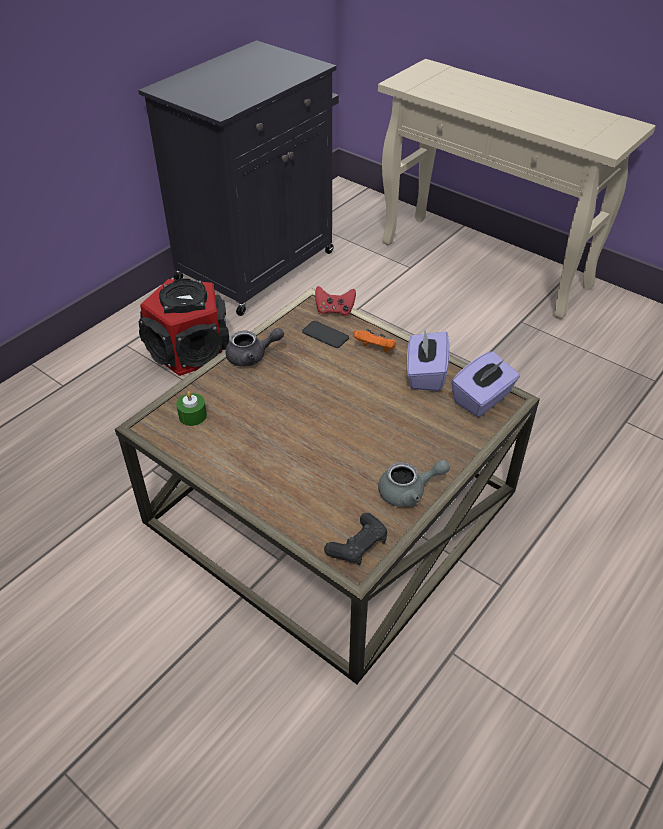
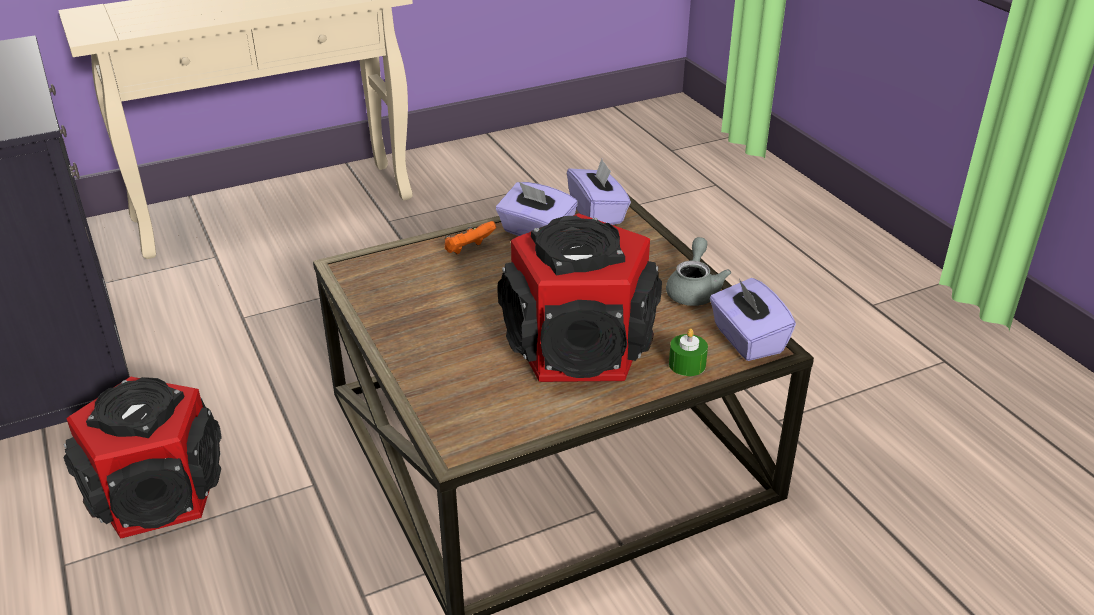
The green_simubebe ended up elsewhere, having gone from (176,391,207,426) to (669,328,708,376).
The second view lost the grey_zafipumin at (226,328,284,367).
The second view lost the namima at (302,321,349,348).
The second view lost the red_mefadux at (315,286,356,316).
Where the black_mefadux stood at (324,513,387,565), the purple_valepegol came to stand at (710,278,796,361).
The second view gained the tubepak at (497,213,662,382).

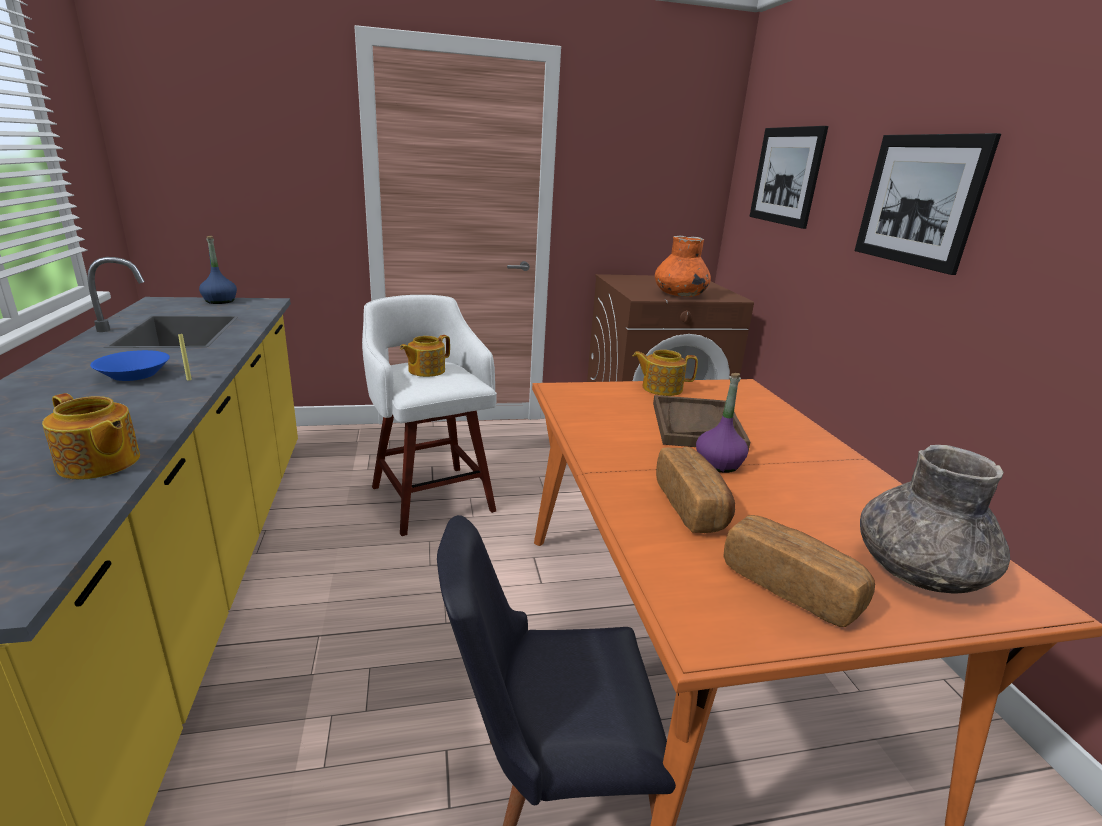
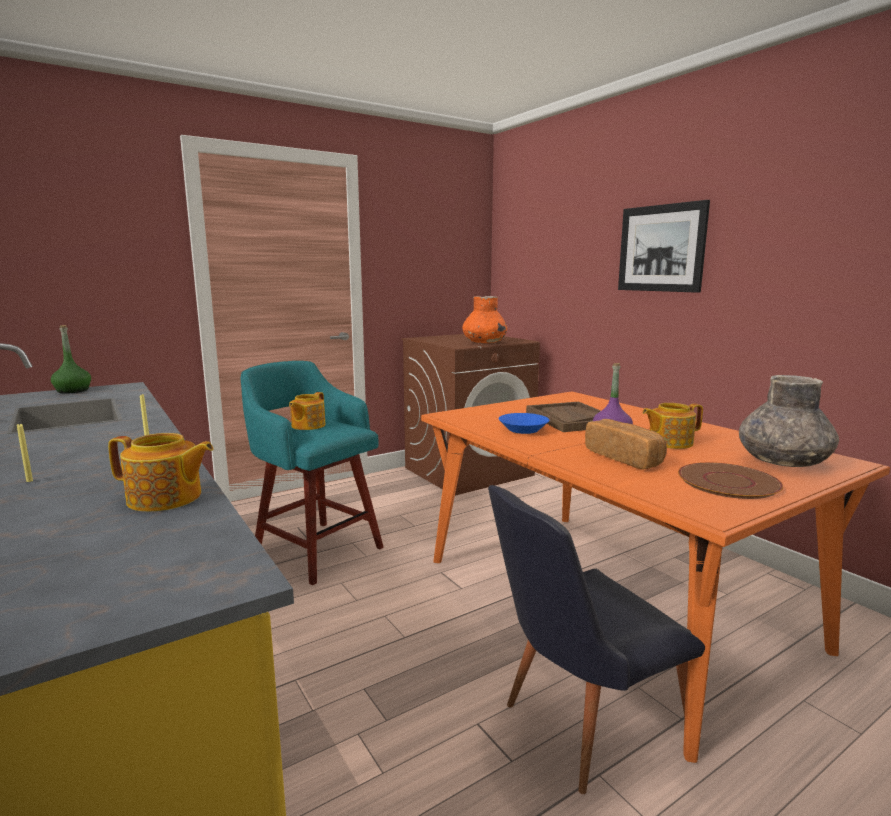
The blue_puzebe ended up elsewhere, having gone from (90,350,170,381) to (499,413,549,434).
What was the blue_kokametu at (199,236,237,304) turned into the green_kokametu at (51,325,91,394).
What was the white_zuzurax at (362,295,497,536) turned into the turquoise_zuzurax at (240,361,384,585).
The zafipumin ended up elsewhere, having gone from (633,350,698,396) to (642,403,703,449).
Where the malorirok stood at (723,515,875,627), the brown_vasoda came to stand at (678,462,783,499).
The second view lost the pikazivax at (749,126,828,229).
The second view gained the yellow_simubebe at (17,423,33,482).

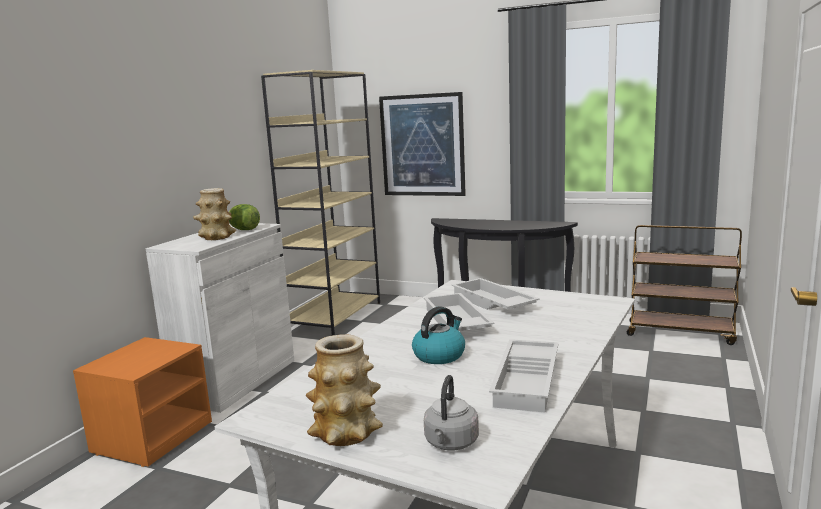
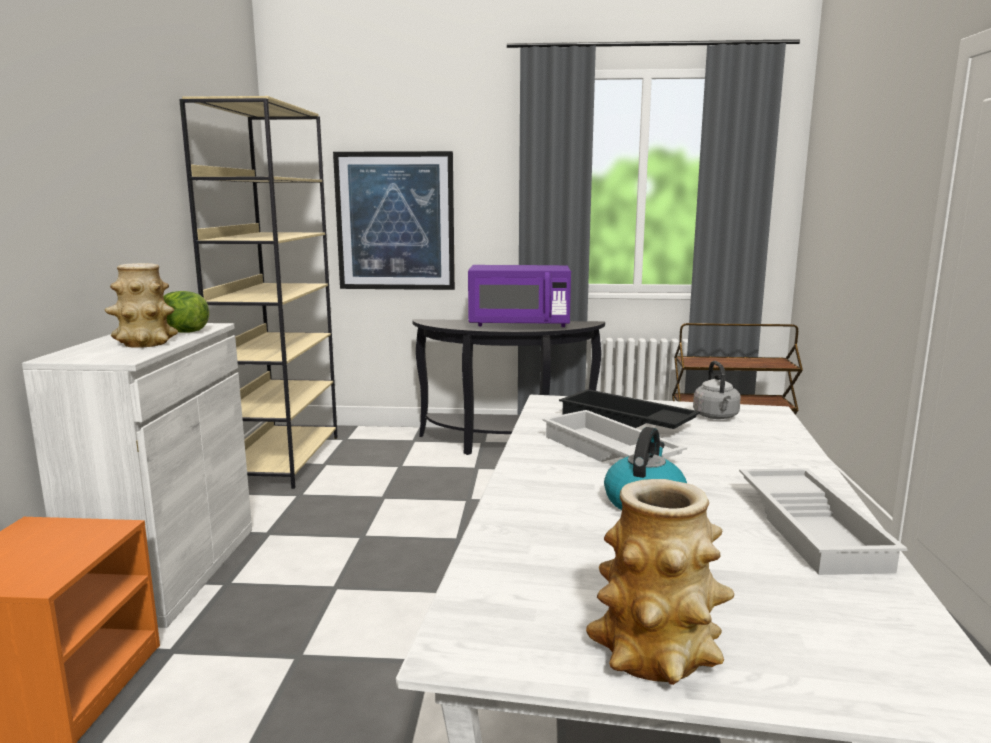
The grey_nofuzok ended up elsewhere, having gone from (424,375,479,451) to (693,361,741,419).
What was the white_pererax at (451,278,540,310) turned into the black_pererax at (559,389,700,429).
The second view gained the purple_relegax at (468,265,571,327).

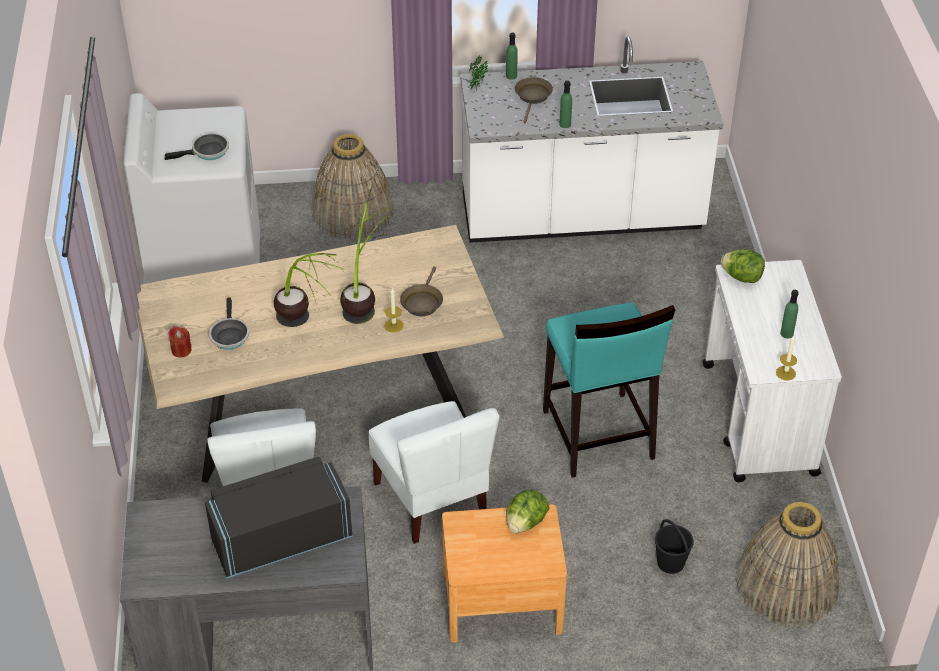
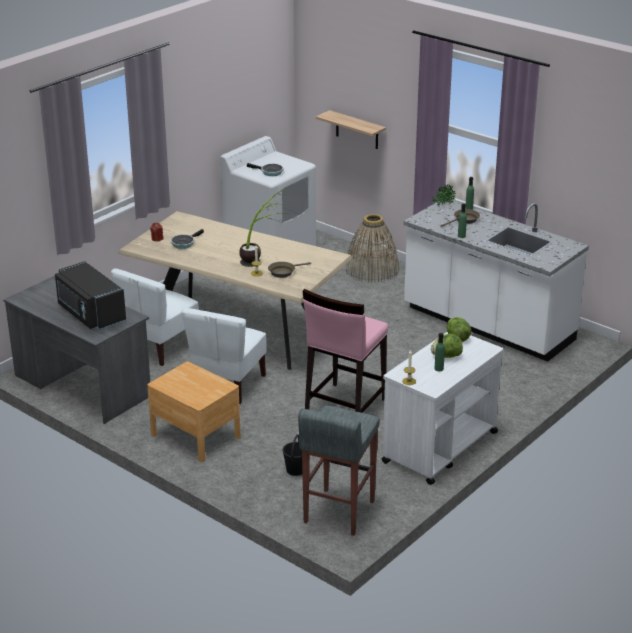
The black_relegax at (205,457,352,578) ended up facing another way, 150 degrees counterclockwise from before.
The second view lost the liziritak at (274,253,346,327).
The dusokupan ended up elsewhere, having gone from (506,489,550,533) to (431,334,463,358).
What was the turquoise_zuzurax at (543,302,675,478) turned into the pink_zuzurax at (302,289,388,413).
Where the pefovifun stood at (735,502,839,627), the grey_zuzurax came to stand at (298,406,380,536).
The second view gained the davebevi at (316,110,386,149).

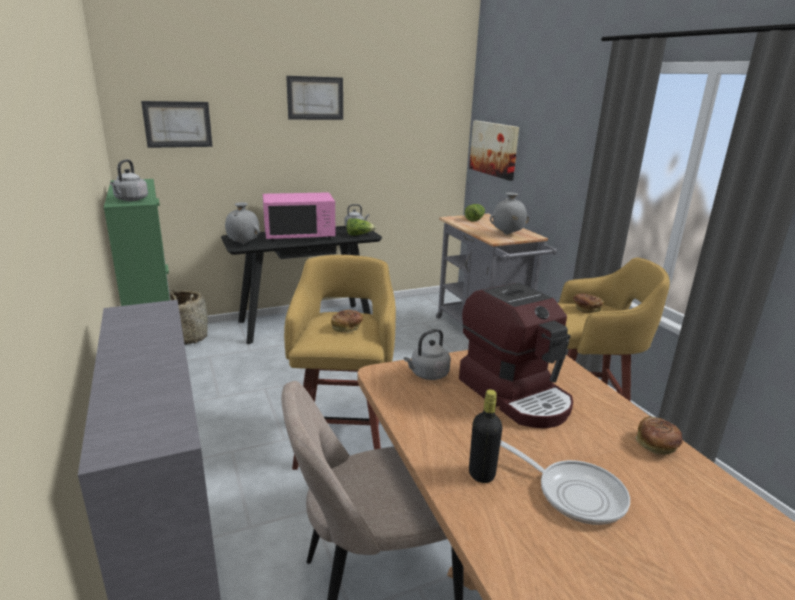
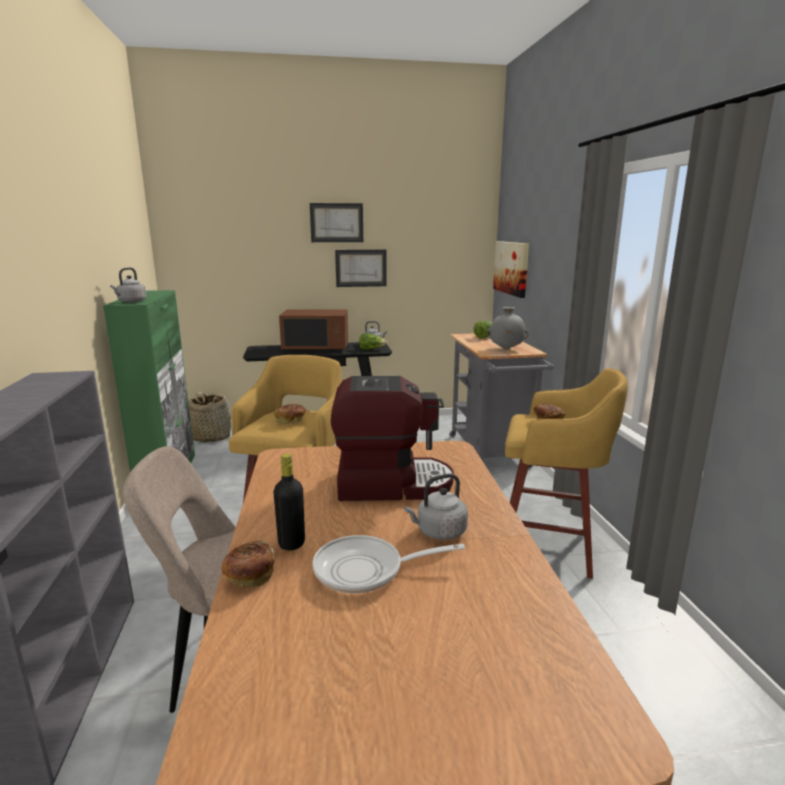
The pikazivax ended up elsewhere, having gone from (141,101,213,148) to (335,250,387,287).
The second view lost the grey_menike at (225,202,260,244).
What was the pink_relegax at (263,192,336,242) turned into the brown_relegax at (279,309,348,352).
The grey_nofuzok ended up elsewhere, having gone from (404,329,451,380) to (404,473,468,540).
The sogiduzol at (459,282,573,428) ended up facing another way, 75 degrees counterclockwise from before.
The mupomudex at (500,440,630,525) ended up facing another way, 120 degrees clockwise from before.
The malorirok ended up elsewhere, having gone from (636,416,682,455) to (222,540,275,588).

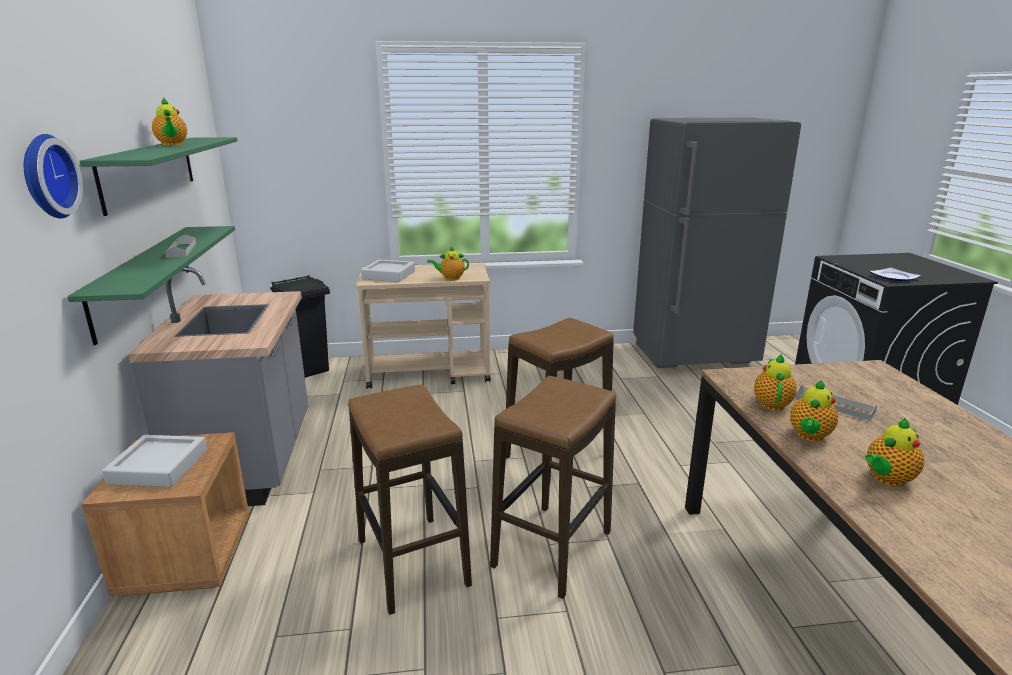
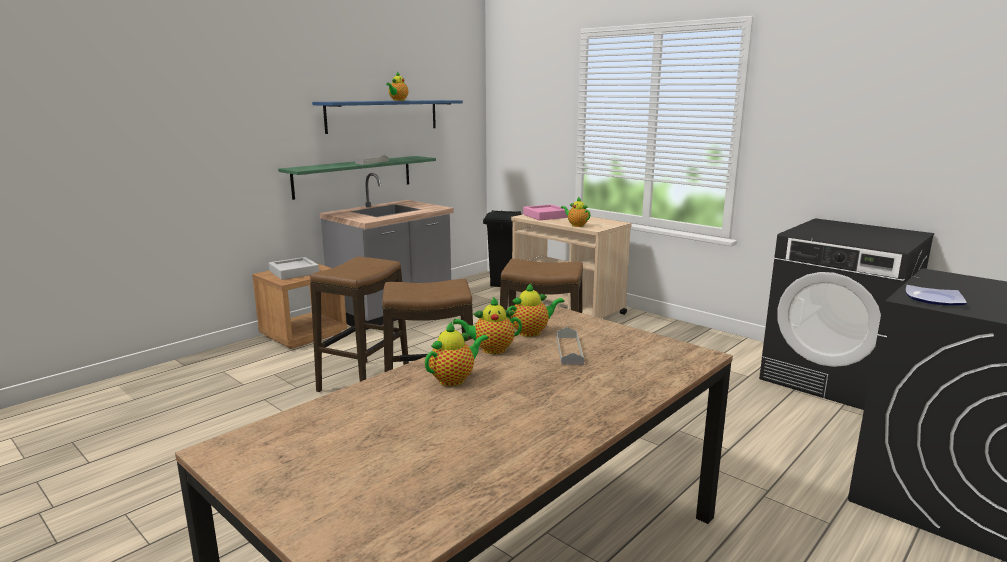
The second view lost the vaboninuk at (24,134,83,219).
What was the green_davebevi at (80,137,238,216) turned into the blue_davebevi at (312,100,463,134).
What was the grey_pererax at (361,260,415,282) turned into the pink_pererax at (523,204,568,220).
Where the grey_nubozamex stood at (633,118,801,368), the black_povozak came to stand at (759,218,934,410).
The zafipumin at (865,418,924,487) ended up facing another way, 120 degrees clockwise from before.

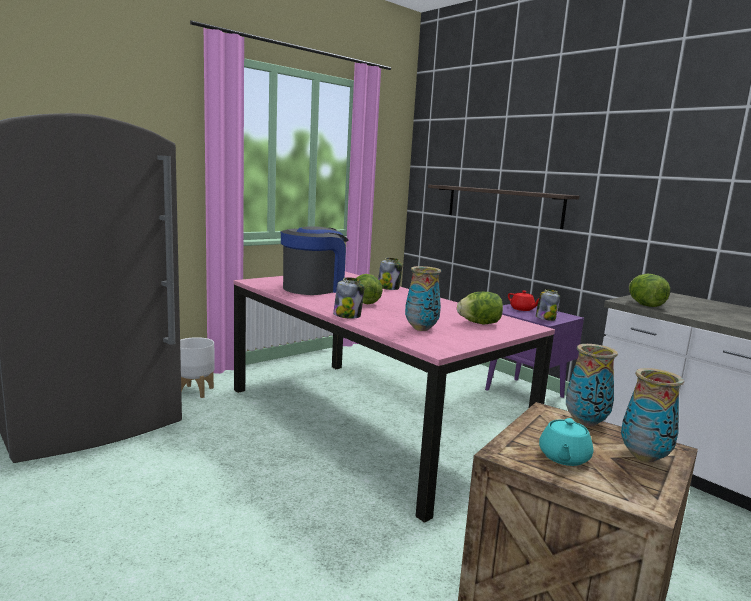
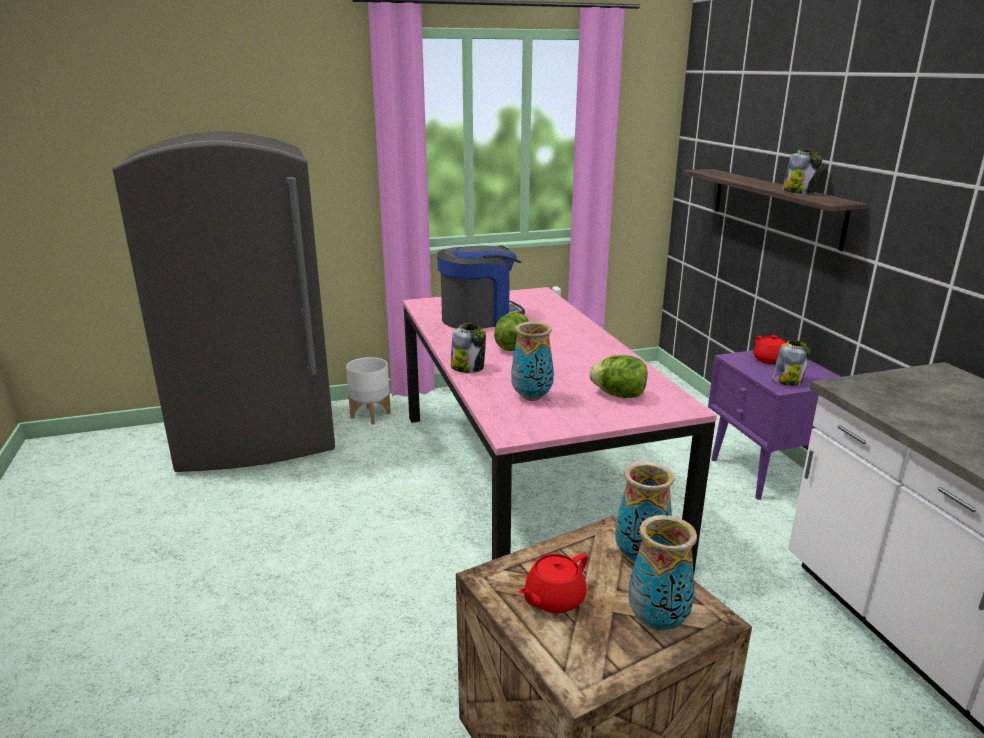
The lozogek ended up elsewhere, having gone from (378,258,403,290) to (782,150,822,194).
What was the turquoise_zafipumin at (539,418,593,466) turned into the red_zafipumin at (519,553,588,613).
The second view lost the dusokupan at (629,274,670,307).

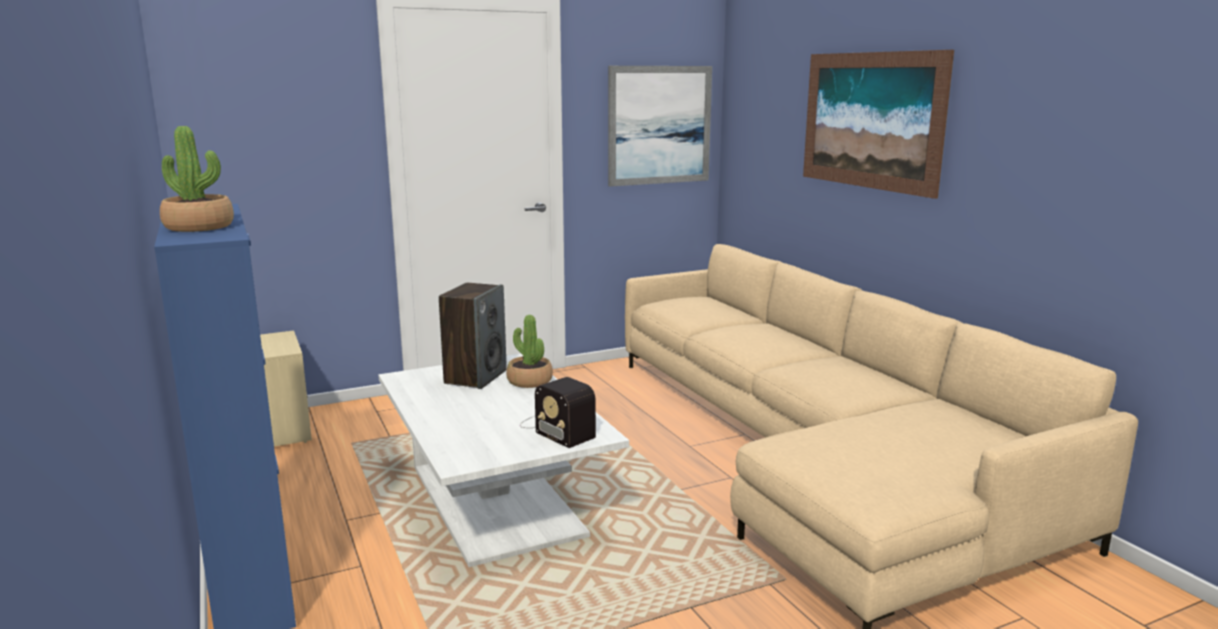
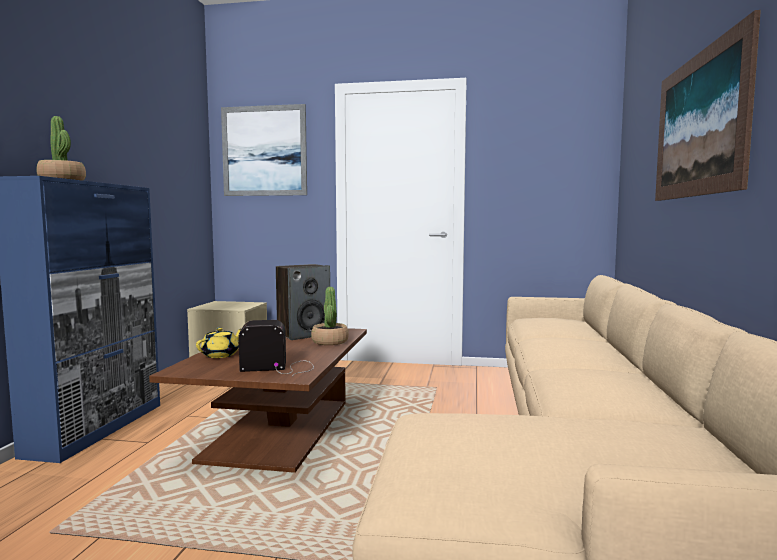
What was the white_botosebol at (378,354,629,567) turned into the brown_botosebol at (149,328,367,473).
The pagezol at (520,377,596,448) ended up facing another way, 90 degrees clockwise from before.
The pikazivax ended up elsewhere, having gone from (608,66,712,187) to (221,104,307,196).
The second view gained the yellow_zafipumin at (196,327,241,358).

